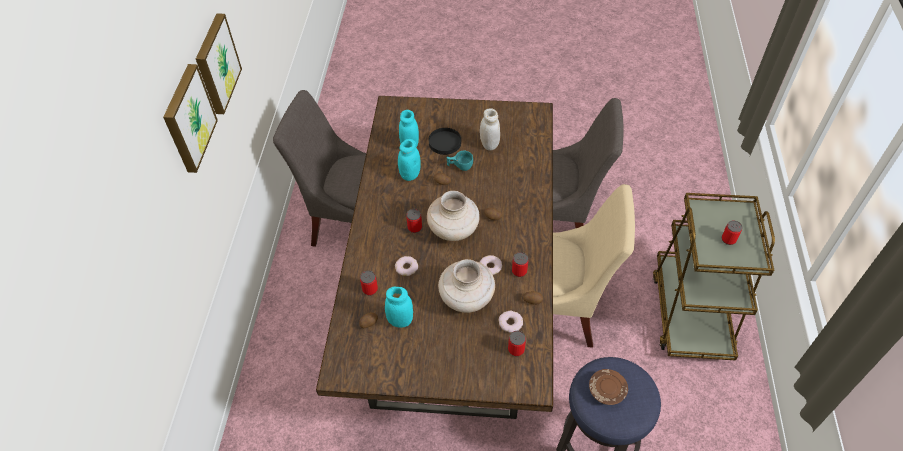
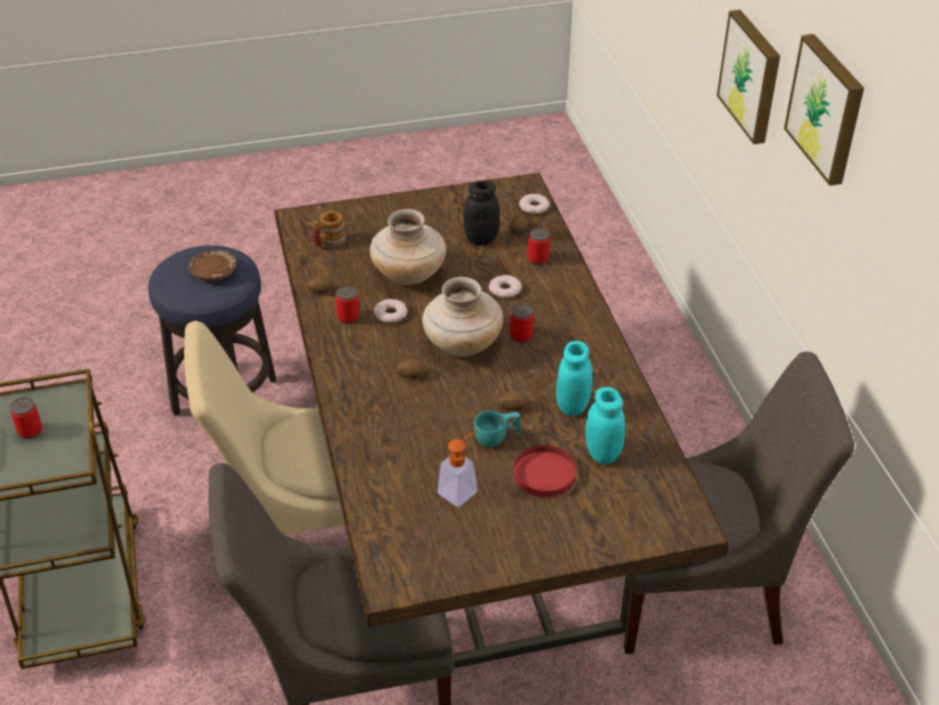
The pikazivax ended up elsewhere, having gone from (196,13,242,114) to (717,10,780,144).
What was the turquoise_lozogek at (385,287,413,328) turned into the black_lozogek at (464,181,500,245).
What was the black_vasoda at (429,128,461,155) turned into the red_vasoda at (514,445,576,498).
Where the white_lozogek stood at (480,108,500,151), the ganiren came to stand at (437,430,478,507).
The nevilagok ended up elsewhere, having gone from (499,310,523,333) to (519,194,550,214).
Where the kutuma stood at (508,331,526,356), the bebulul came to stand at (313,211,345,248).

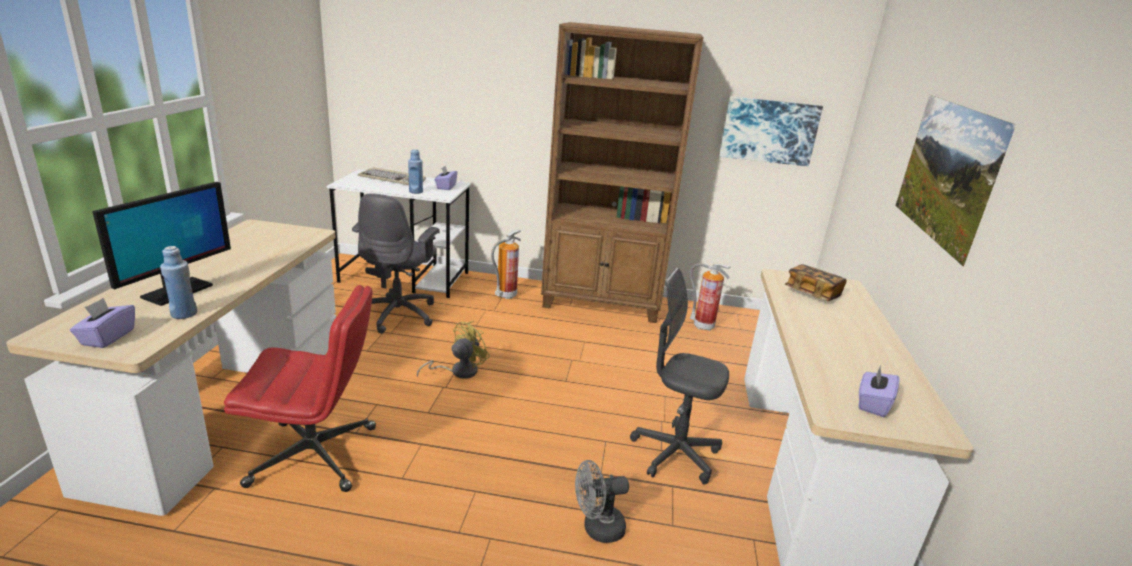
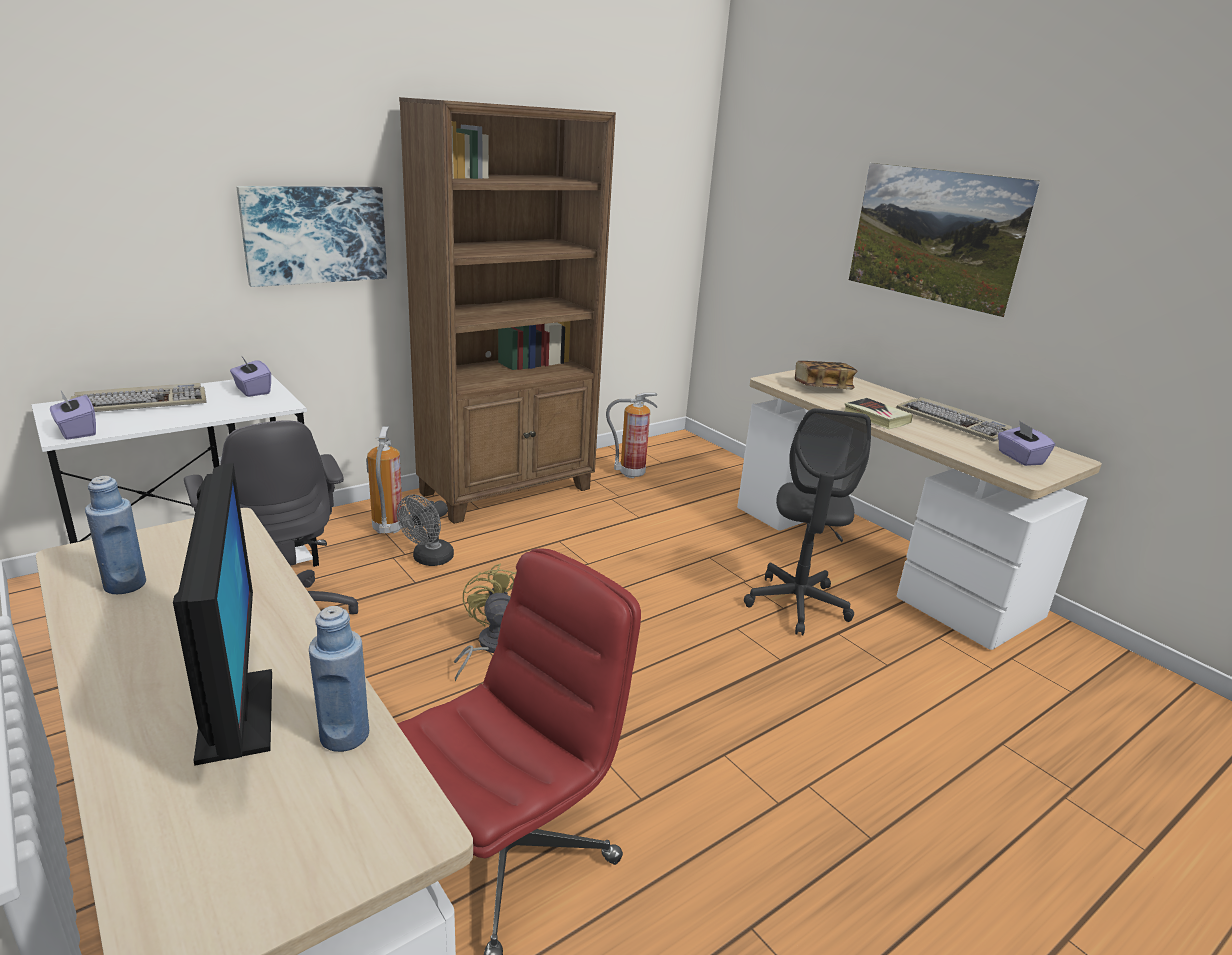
The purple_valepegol ended up elsewhere, having gone from (70,298,135,348) to (50,391,96,440).
The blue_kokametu ended up elsewhere, having gone from (408,149,423,194) to (85,476,146,594).
The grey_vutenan ended up elsewhere, having gone from (575,460,629,543) to (397,495,454,566).
The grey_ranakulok at (630,268,729,485) ended up facing another way, 60 degrees counterclockwise from before.
The pikazivax ended up elsewhere, having gone from (719,96,823,167) to (236,186,387,287).
The second view gained the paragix at (845,398,913,429).
The second view gained the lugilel at (896,397,1012,441).

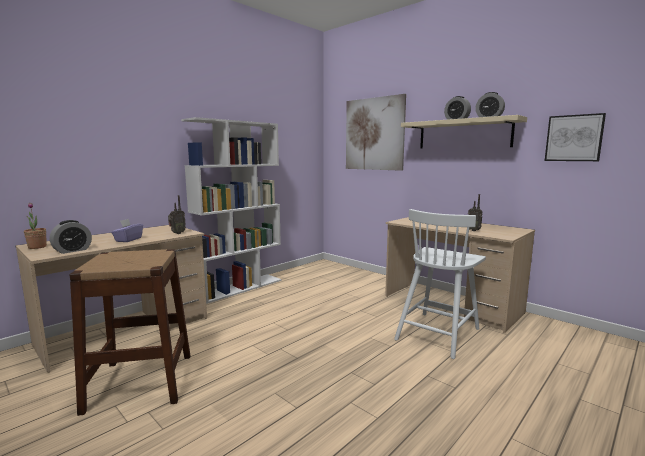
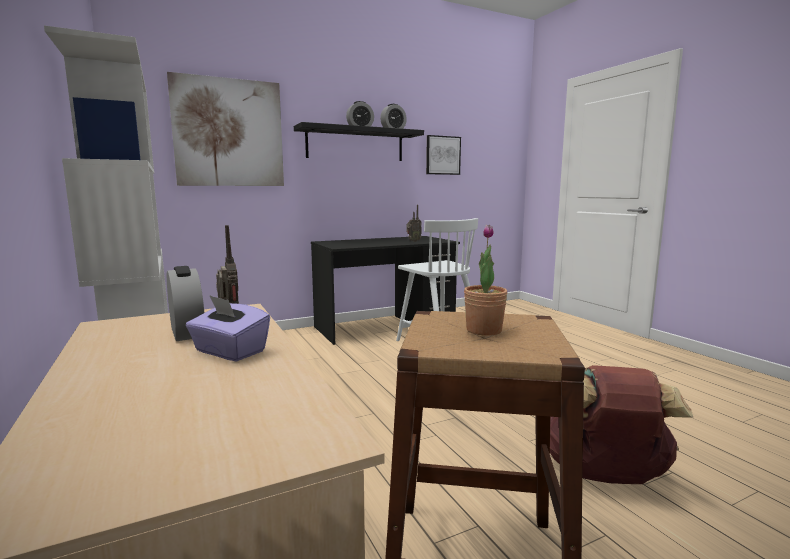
The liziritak ended up elsewhere, having gone from (24,203,47,249) to (464,225,508,336).
The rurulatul ended up elsewhere, having gone from (50,220,92,254) to (167,266,204,341).
What was the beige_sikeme at (385,217,535,333) turned into the black_sikeme at (311,236,460,345).
What was the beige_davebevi at (401,115,527,149) turned into the black_davebevi at (294,122,424,161).
The second view gained the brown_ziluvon at (550,365,694,484).

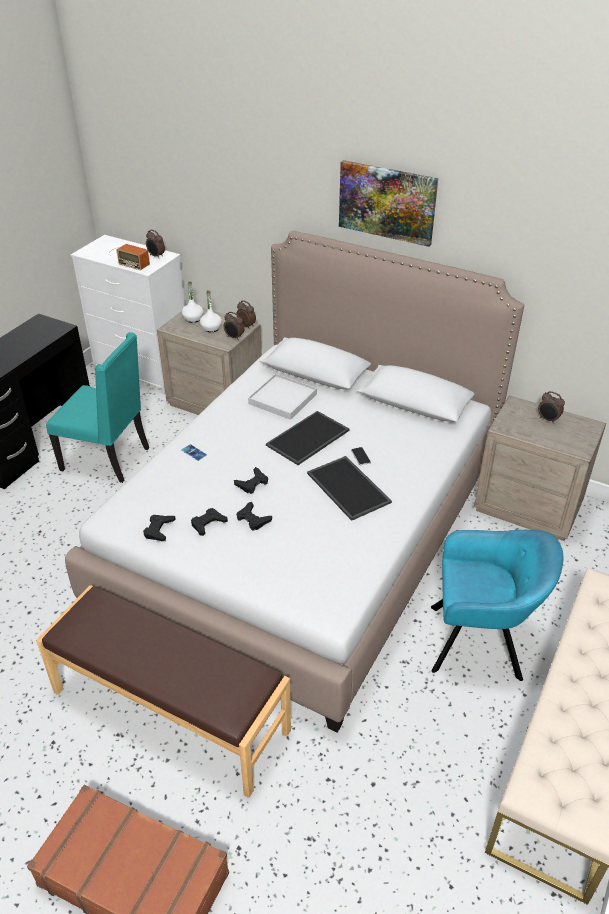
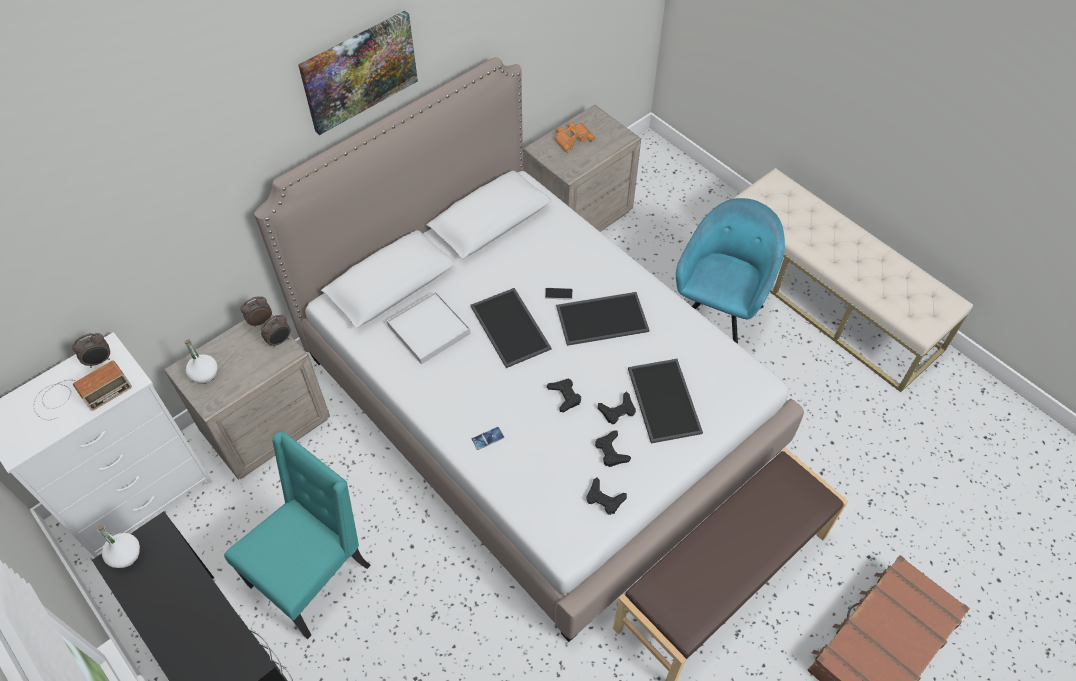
The white_kokametu ended up elsewhere, having gone from (200,290,222,332) to (97,525,140,568).
Where the rurulatul stood at (538,391,565,424), the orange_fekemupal came to stand at (555,122,595,153).
The second view gained the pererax at (628,359,703,443).

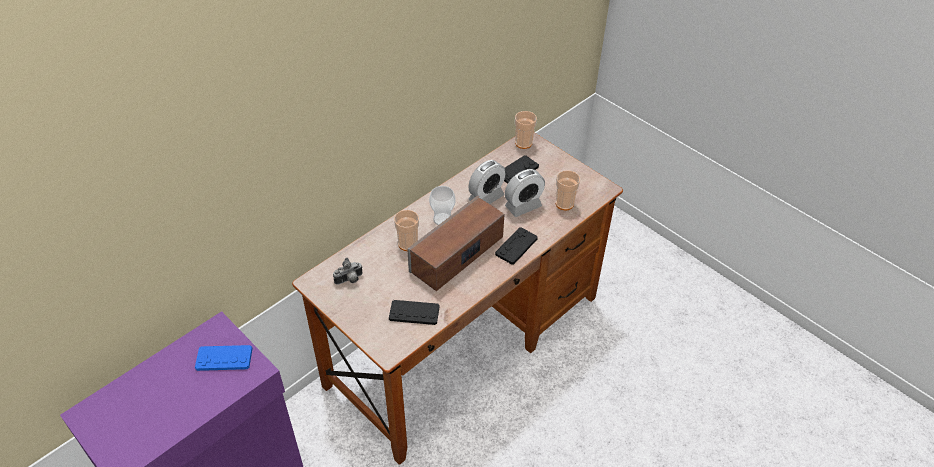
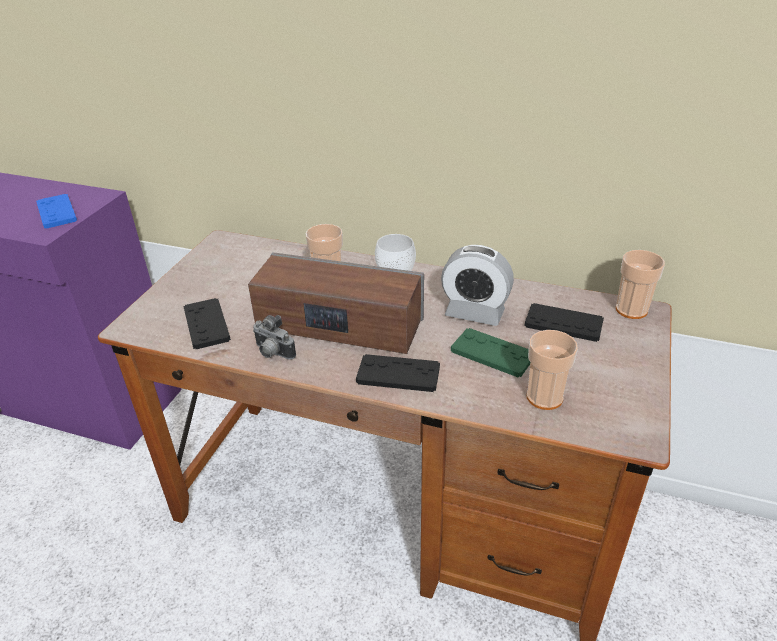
The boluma ended up elsewhere, having gone from (333,258,363,285) to (253,315,296,360).
Where the rurulatul stood at (505,169,545,217), the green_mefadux came to stand at (451,328,530,377).

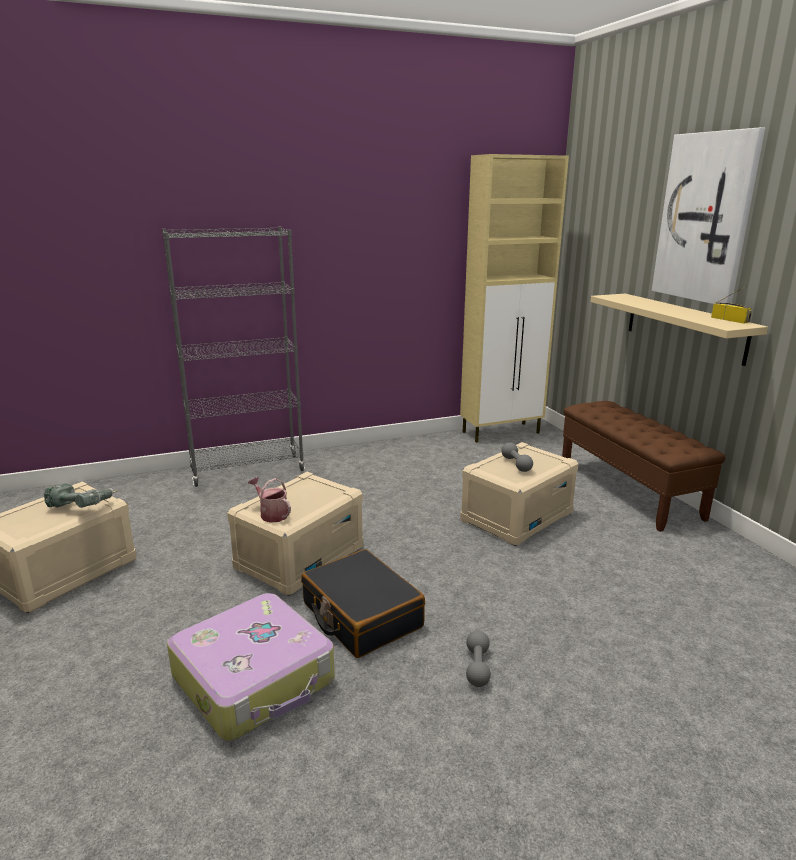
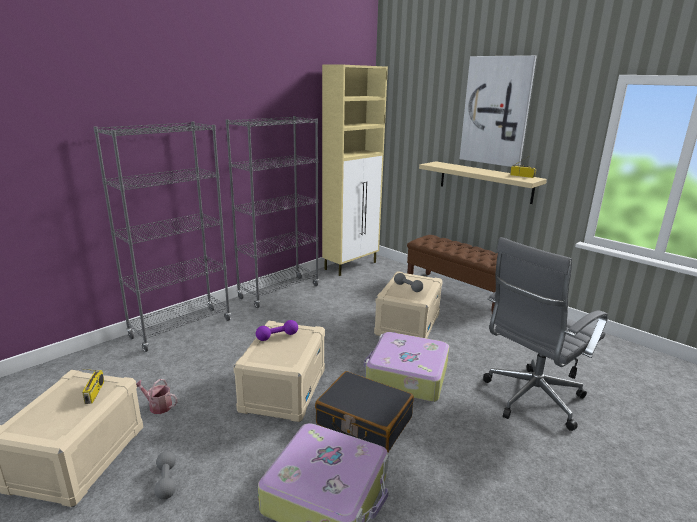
Where the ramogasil stood at (44,484,118,508), the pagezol came to stand at (82,369,104,404).
The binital ended up elsewhere, having gone from (248,477,291,523) to (136,379,178,414).
The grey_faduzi ended up elsewhere, having gone from (466,631,491,687) to (154,451,176,500).
The second view gained the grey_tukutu at (226,116,319,308).
The second view gained the purple_faduzi at (256,320,298,341).
The second view gained the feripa at (364,332,449,402).
The second view gained the grey_ranakulok at (483,237,608,431).

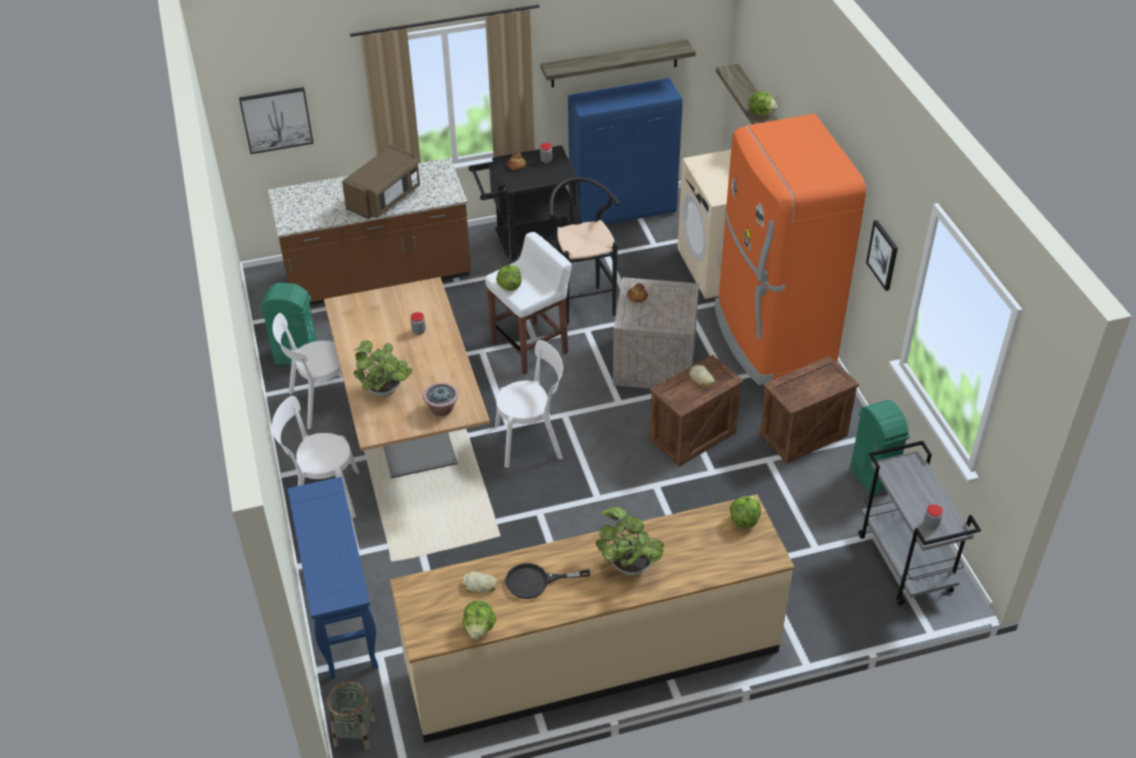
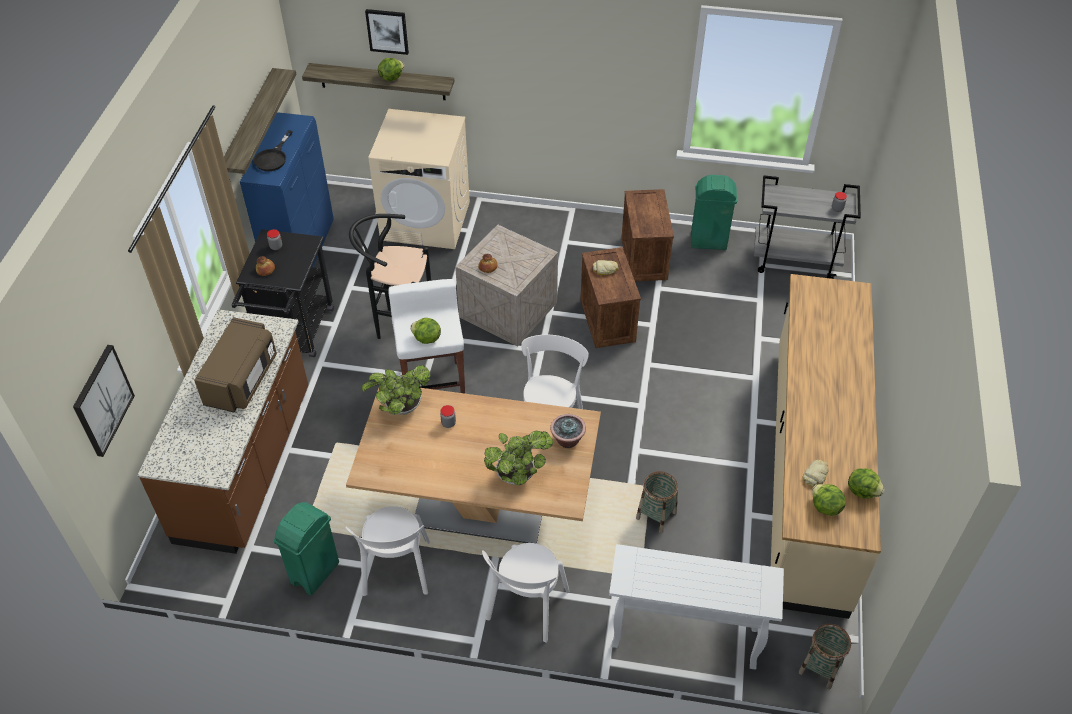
What was the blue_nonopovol at (288,477,378,679) turned into the white_nonopovol at (609,544,784,669).
The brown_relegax at (342,145,420,219) ended up facing another way, 45 degrees clockwise from before.
The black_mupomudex ended up elsewhere, having gone from (505,563,590,599) to (254,130,293,171).
The liziritak ended up elsewhere, having gone from (596,507,664,575) to (362,365,431,415).
The second view lost the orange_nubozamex at (715,114,866,385).
The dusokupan ended up elsewhere, having gone from (730,496,761,528) to (812,484,846,516).
The pikazivax ended up elsewhere, having gone from (866,220,898,291) to (365,9,409,55).
The second view gained the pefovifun at (636,471,678,533).

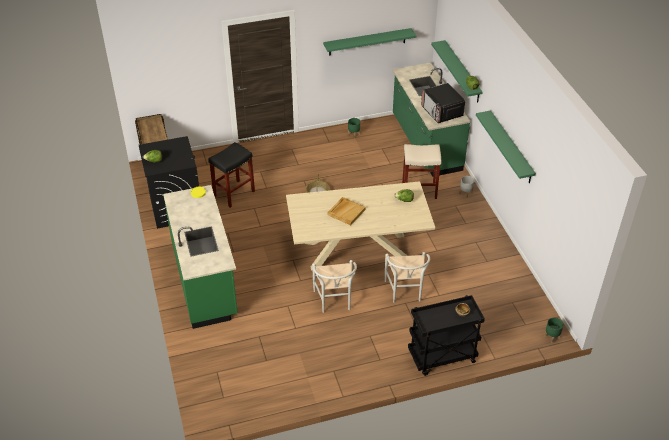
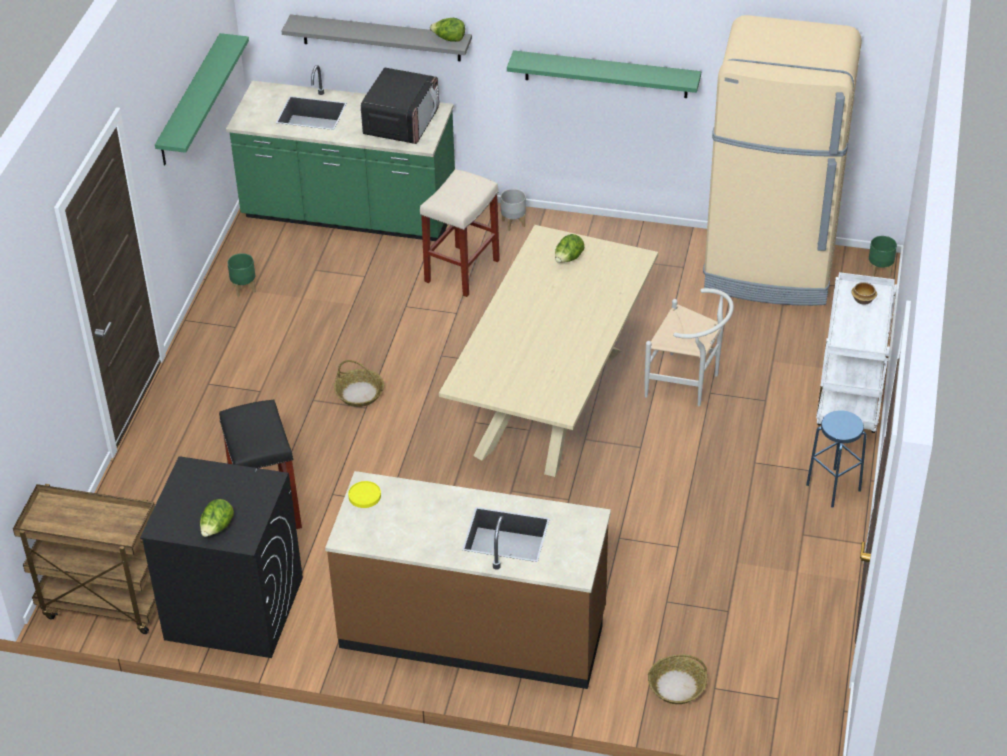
What was the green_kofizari at (163,185,238,329) turned into the brown_kofizari at (325,471,611,689).
The second view lost the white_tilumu at (312,260,357,313).
The second view lost the beige_pererax at (327,197,366,226).
What was the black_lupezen at (408,295,485,376) turned into the white_lupezen at (816,272,897,433).
The relegax at (421,83,465,123) ended up facing another way, 75 degrees counterclockwise from before.
What was the green_davebevi at (431,40,483,103) turned into the grey_davebevi at (281,14,472,62).
The second view gained the pefovifun at (648,654,707,704).
The second view gained the beige_nubozamex at (703,15,862,306).
The second view gained the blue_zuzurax at (806,410,867,507).

